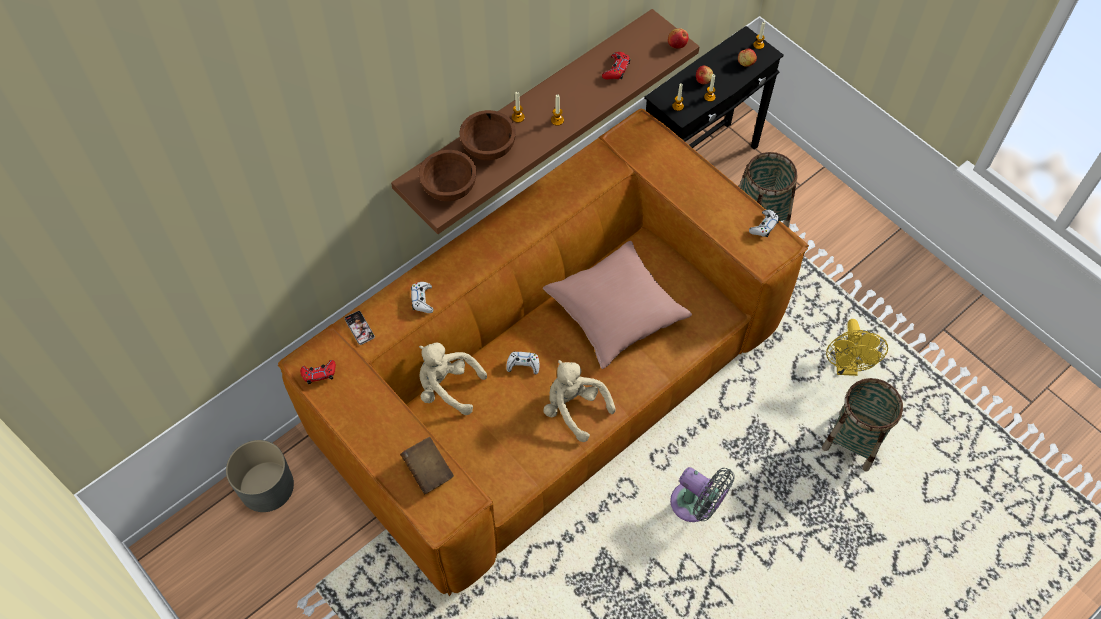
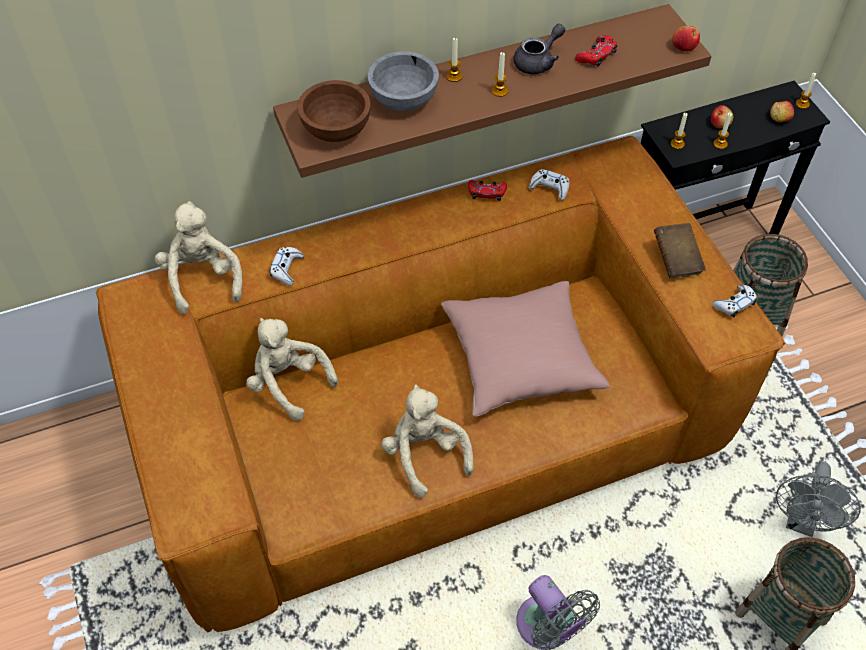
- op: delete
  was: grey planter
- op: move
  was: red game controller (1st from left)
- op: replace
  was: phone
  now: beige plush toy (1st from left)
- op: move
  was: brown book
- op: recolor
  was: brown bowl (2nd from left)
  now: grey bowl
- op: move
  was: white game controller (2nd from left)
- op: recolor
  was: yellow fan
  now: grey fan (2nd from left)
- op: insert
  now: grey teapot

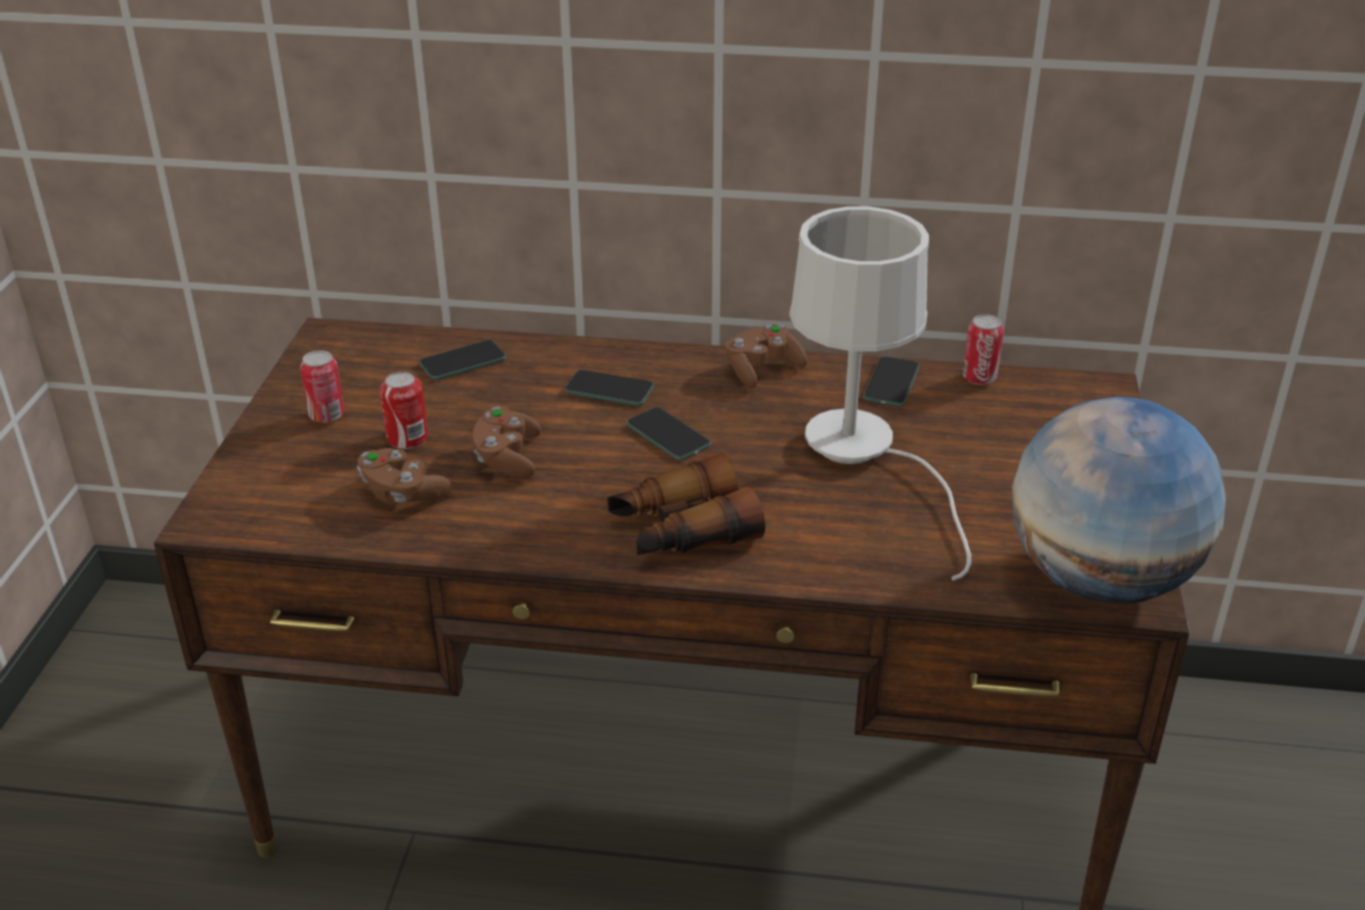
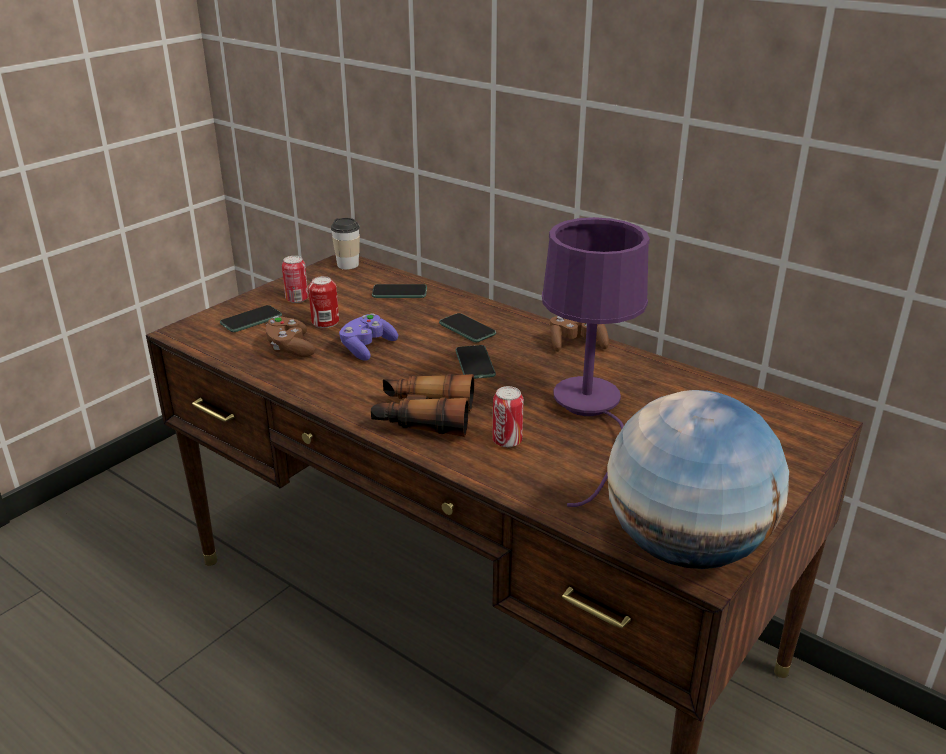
- op: recolor
  was: brown game controller (2nd from left)
  now: purple game controller
- op: recolor
  was: white table lamp
  now: purple table lamp
- op: move
  was: phone (4th from left in the first image)
  now: phone (1st from left)
- op: move
  was: can (3rd from left)
- op: insert
  now: cup

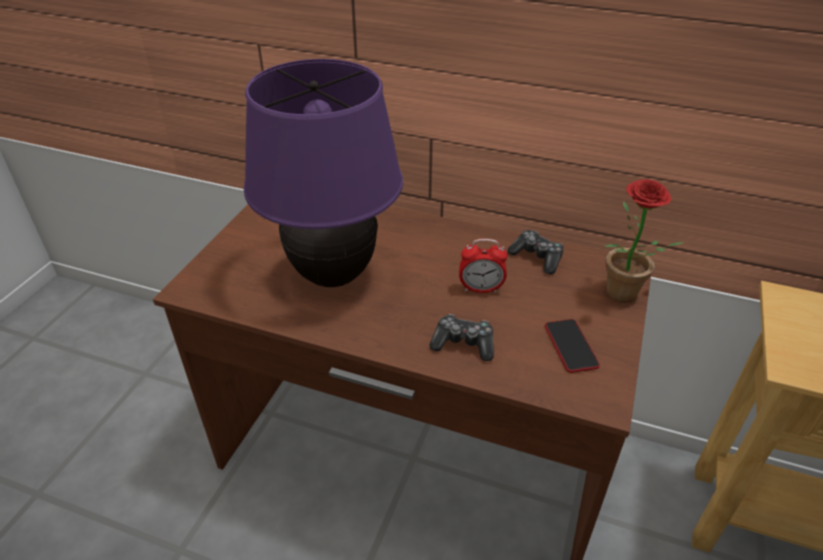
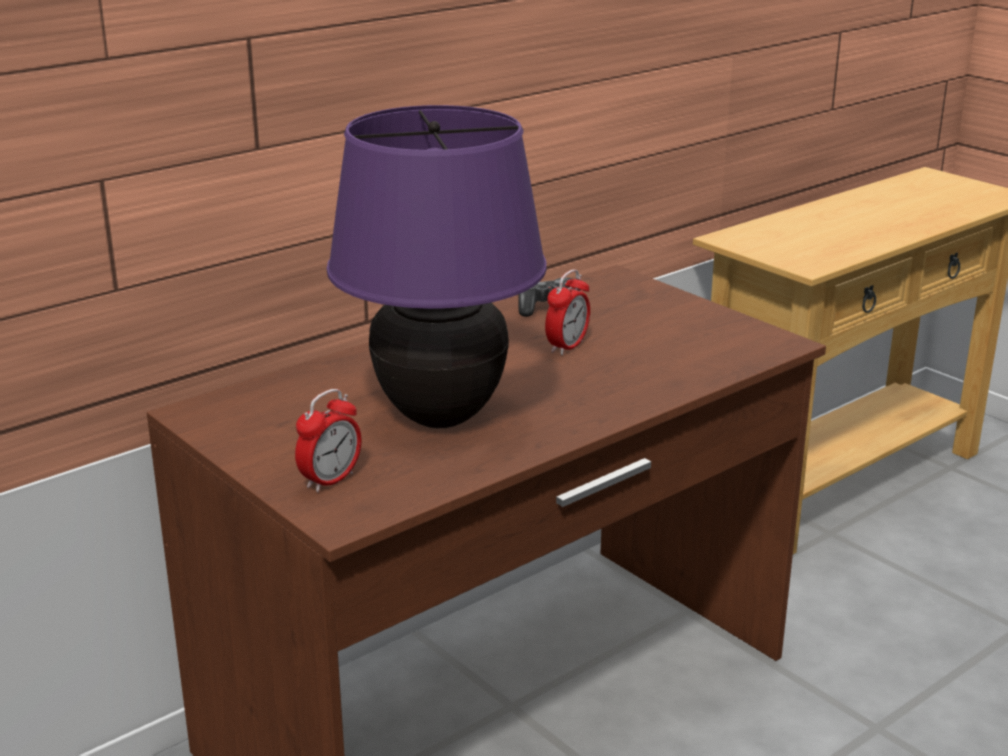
- op: delete
  was: game controller (1st from left)
- op: delete
  was: phone
- op: delete
  was: potted plant
- op: insert
  now: alarm clock (1st from left)

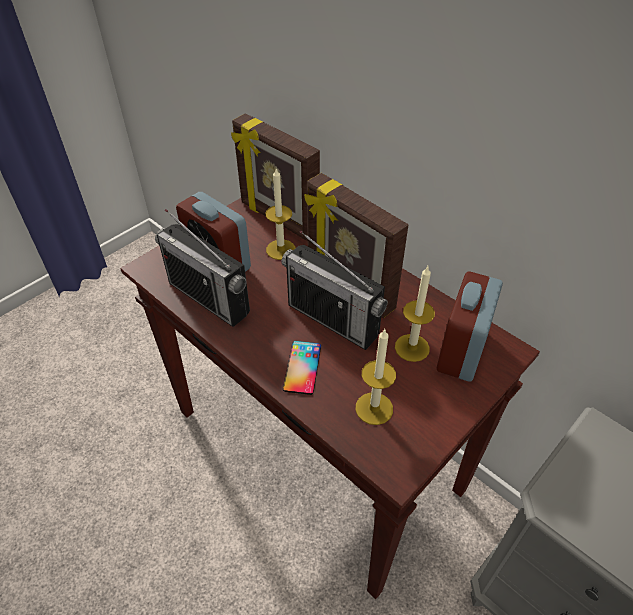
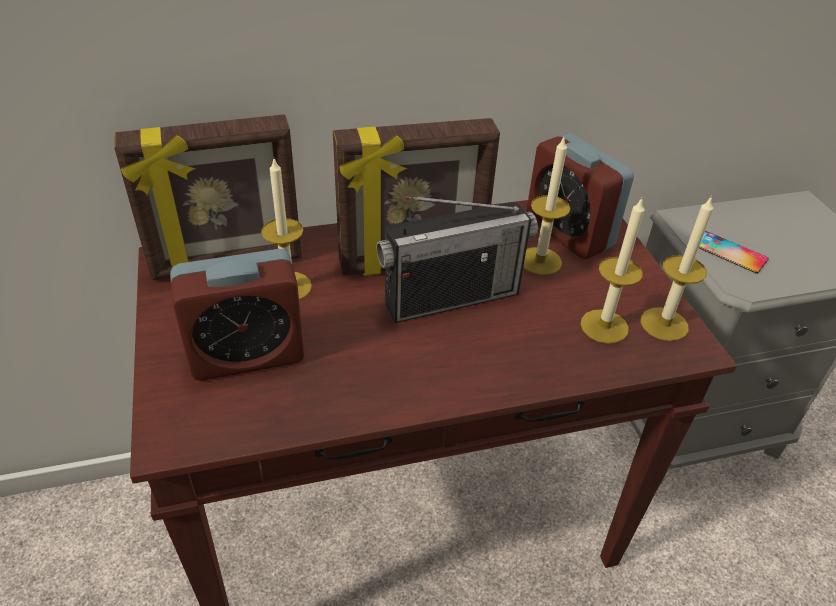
- op: delete
  was: radio (1st from left)
- op: move
  was: phone
- op: insert
  now: candle (4th from left)

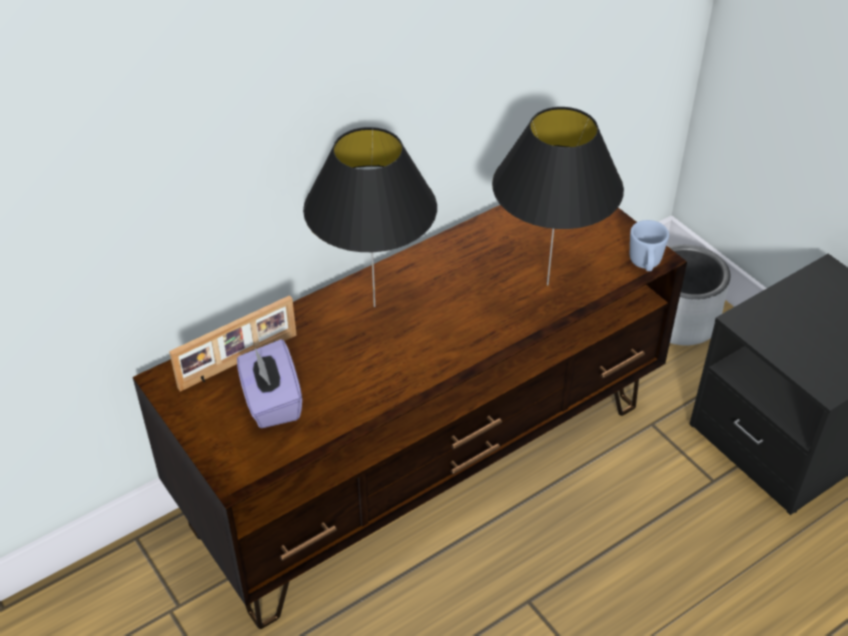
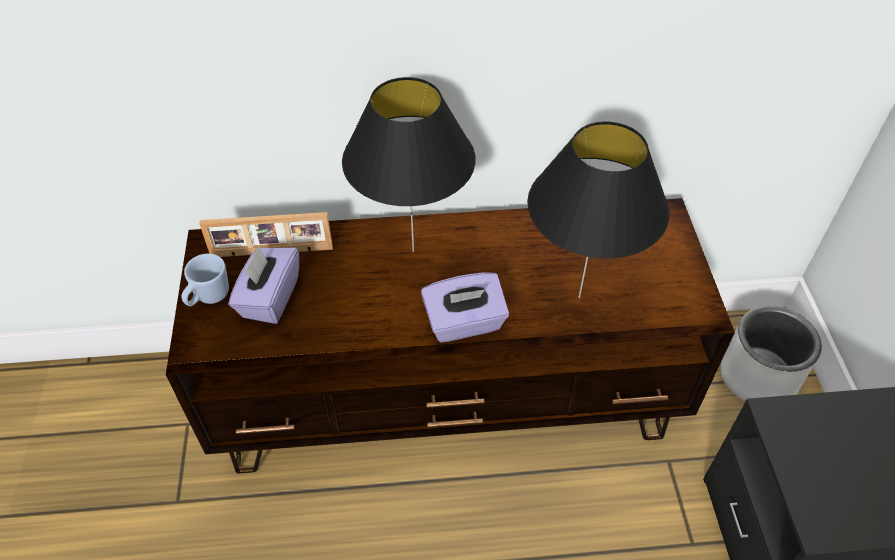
- op: move
  was: blue mug
- op: insert
  now: purple tissue box (2nd from left)

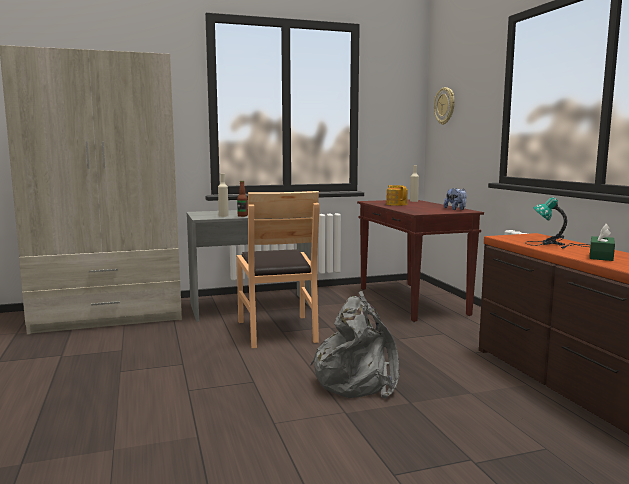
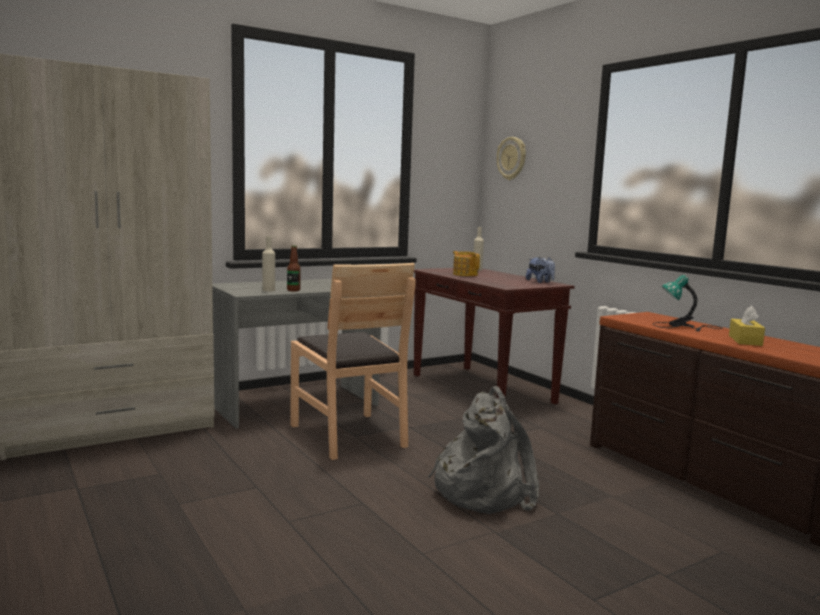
- op: recolor
  was: green tissue box
  now: yellow tissue box

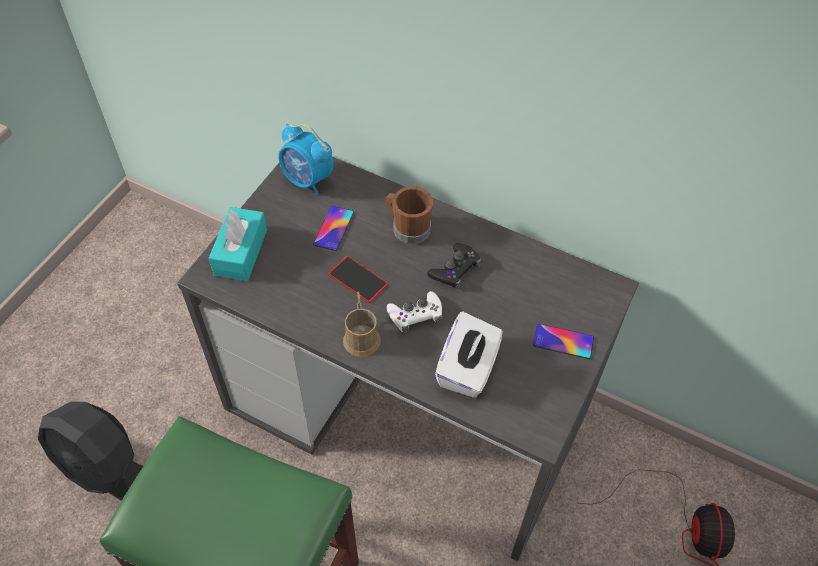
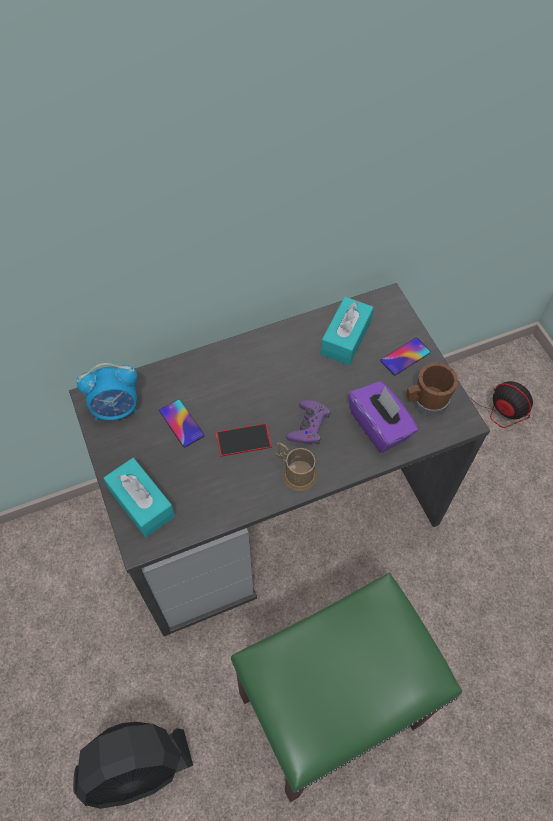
- op: move
  was: brown mug (2nd from left)
- op: recolor
  was: white game controller
  now: purple game controller
- op: delete
  was: black game controller
- op: recolor
  was: white tissue box
  now: purple tissue box
- op: insert
  now: turquoise tissue box (2nd from left)

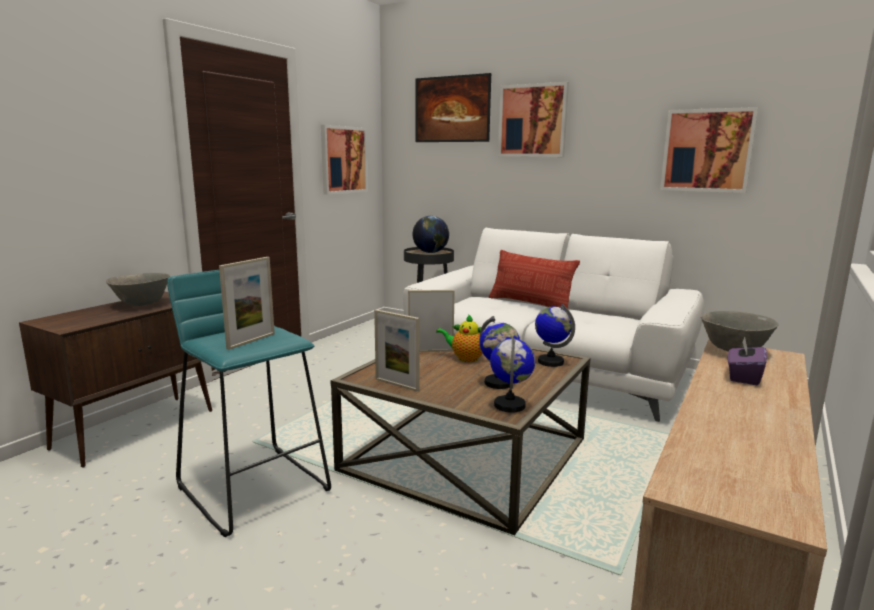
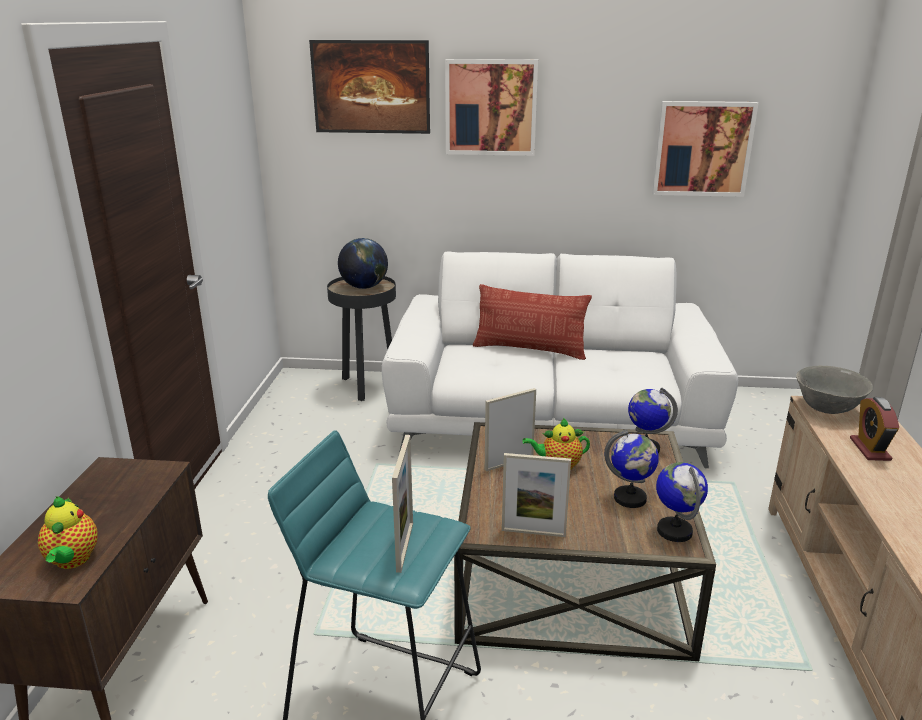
- op: delete
  was: grey bowl (1st from left)
- op: delete
  was: picture (1st from left)
- op: replace
  was: purple tissue box
  now: alarm clock
- op: insert
  now: teapot (1st from left)

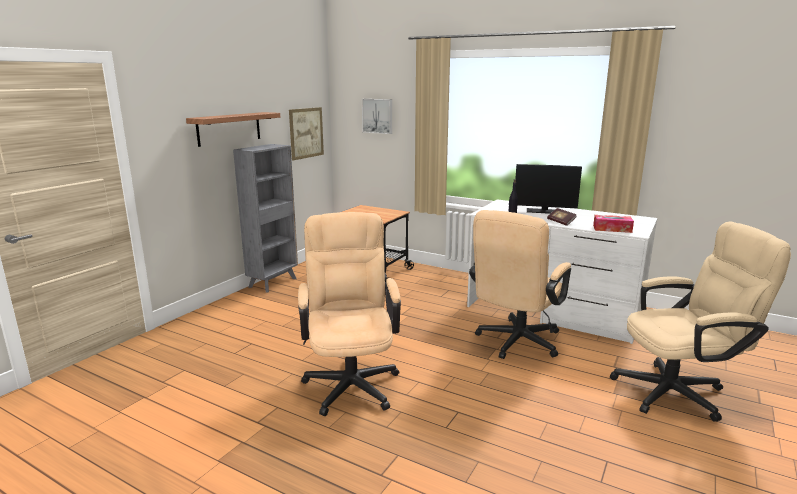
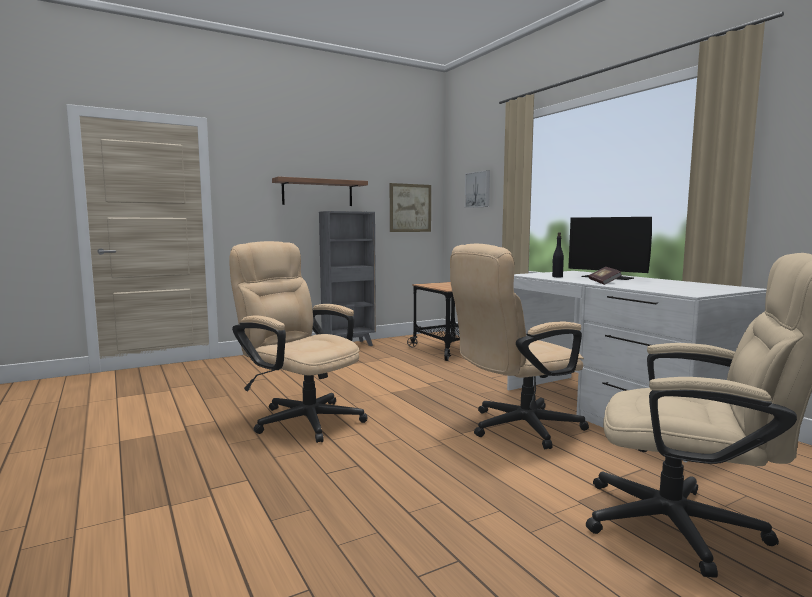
- op: rotate
  was: beige office chair (1st from left)
  clockwise: -75
- op: delete
  was: tissue box

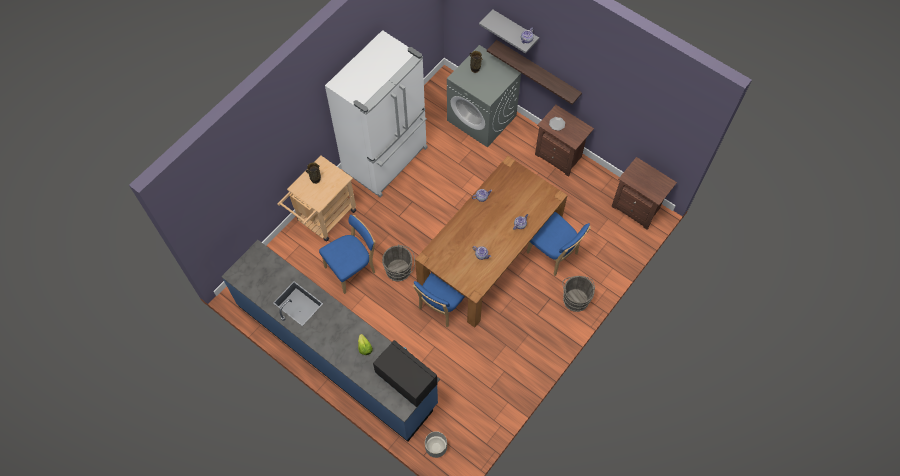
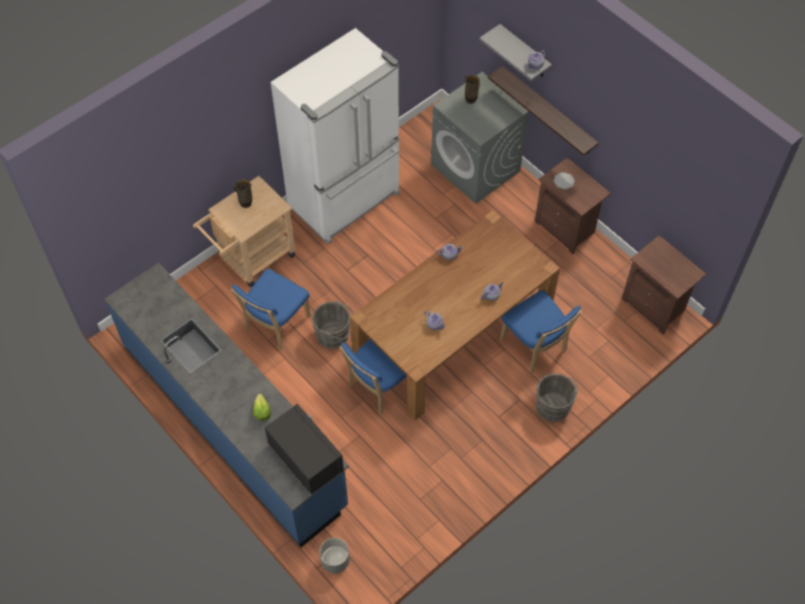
- op: rotate
  was: blue chair (1st from left)
  clockwise: 150

